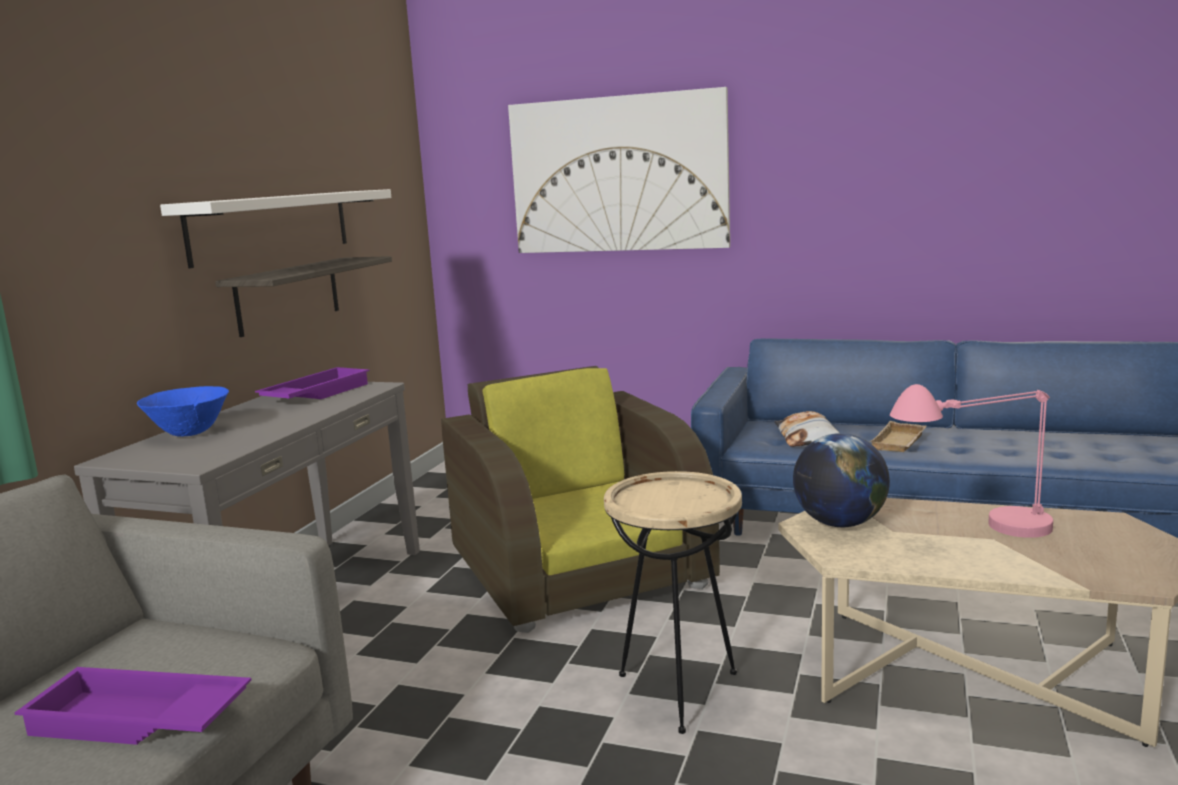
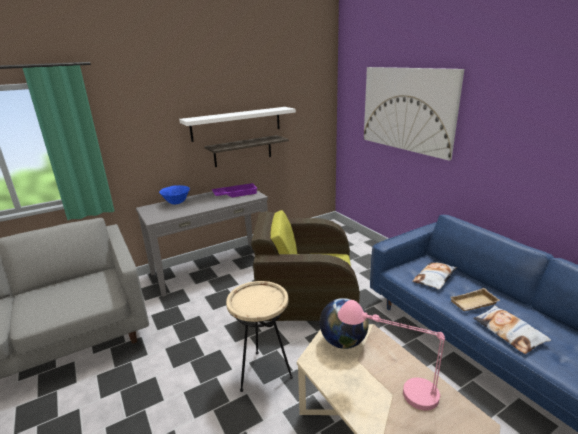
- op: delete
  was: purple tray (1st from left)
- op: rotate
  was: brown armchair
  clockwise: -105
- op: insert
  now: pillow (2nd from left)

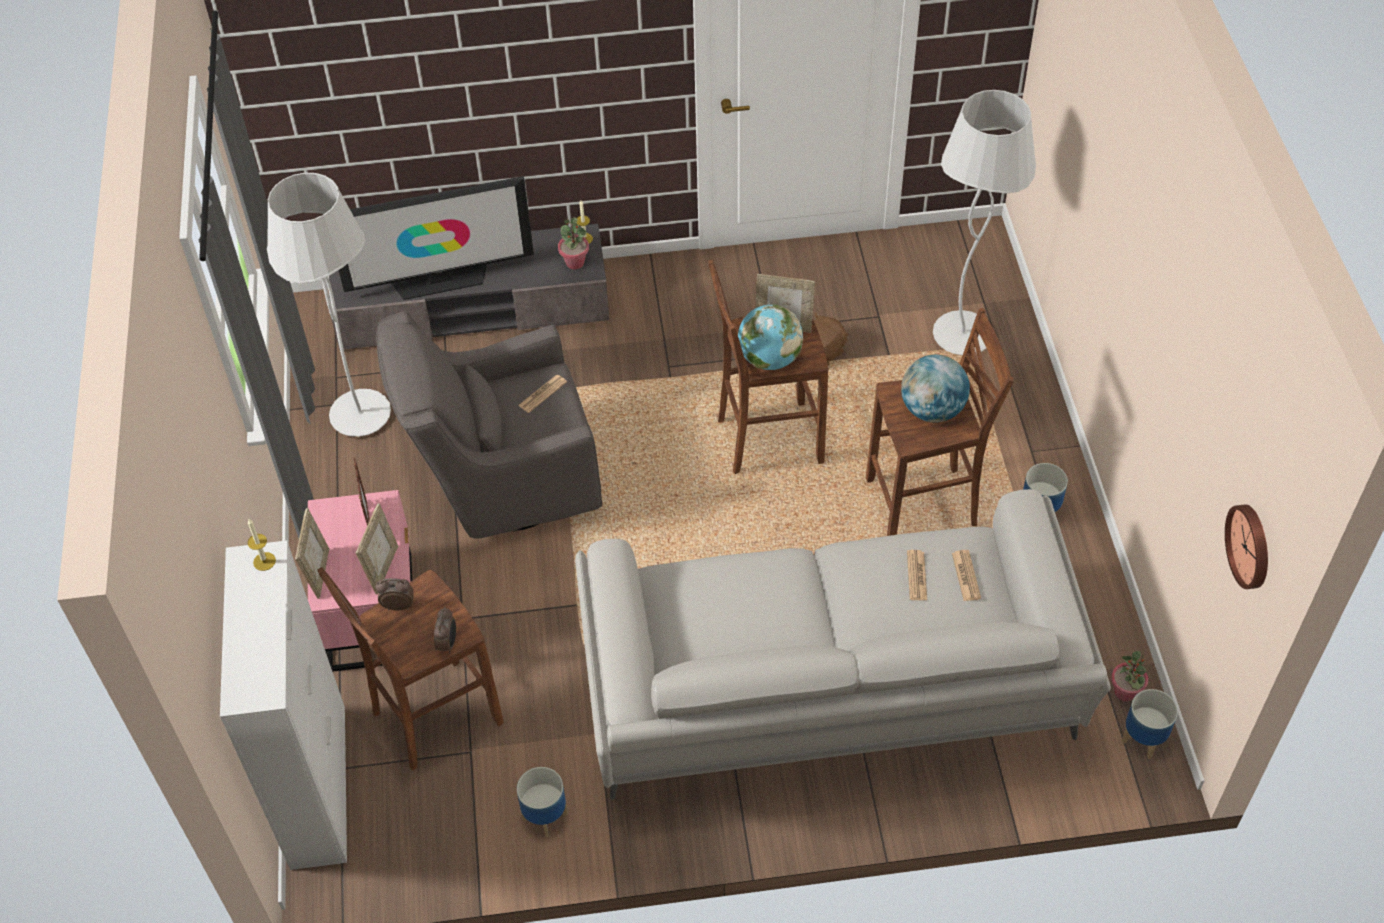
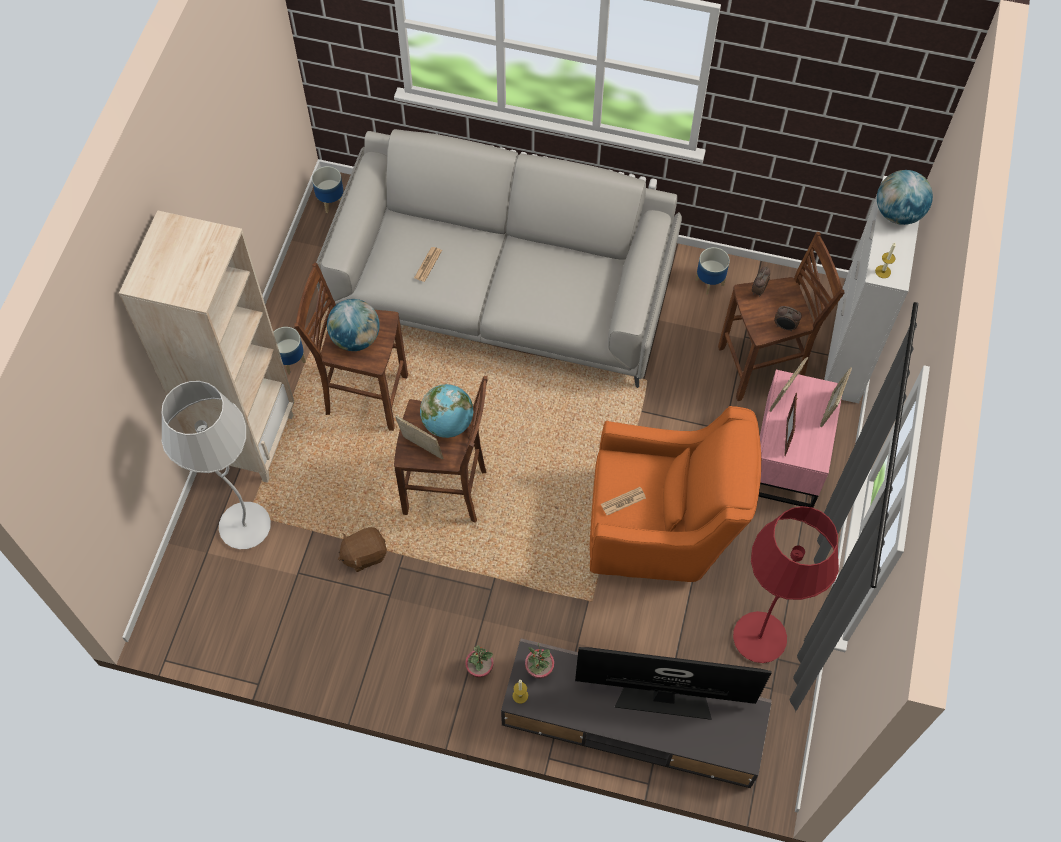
- op: recolor
  was: white floor lamp (1st from left)
  now: red floor lamp
- op: recolor
  was: grey armchair
  now: orange armchair
- op: delete
  was: newspaper (3rd from left)
- op: move
  was: potted plant (2nd from left in the first image)
  now: potted plant (1st from left)
- op: delete
  was: wall clock
- op: insert
  now: beige bookcase
- op: insert
  now: globe (3rd from left)

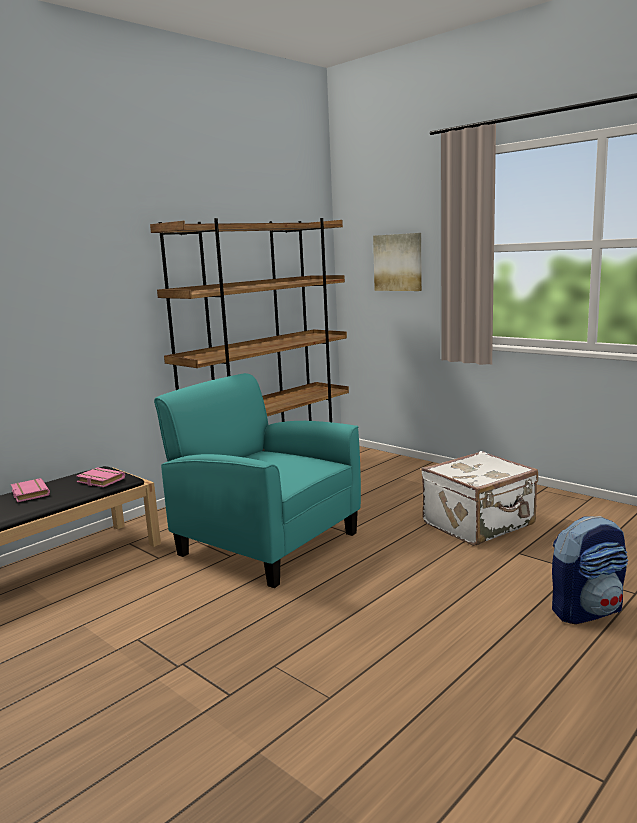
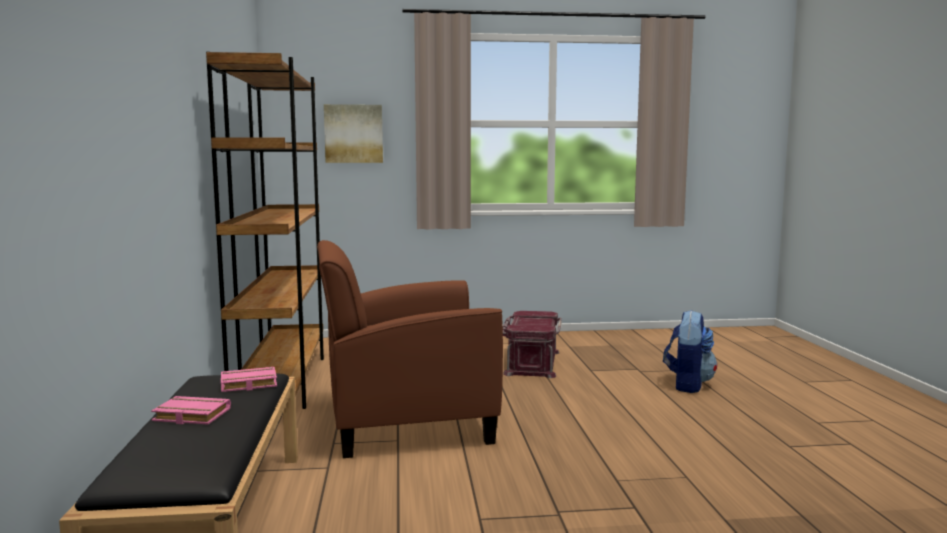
- op: recolor
  was: turquoise armchair
  now: brown armchair
- op: replace
  was: white suitcase
  now: red storage box

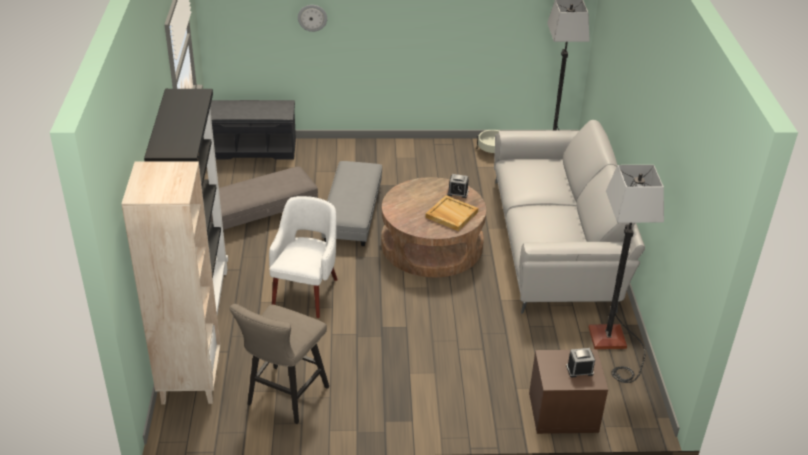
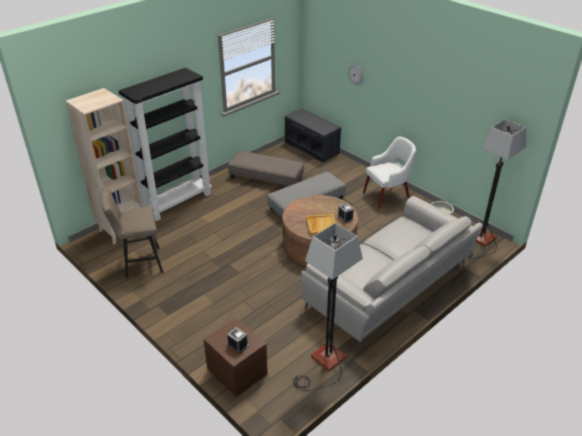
- op: move
  was: white armchair

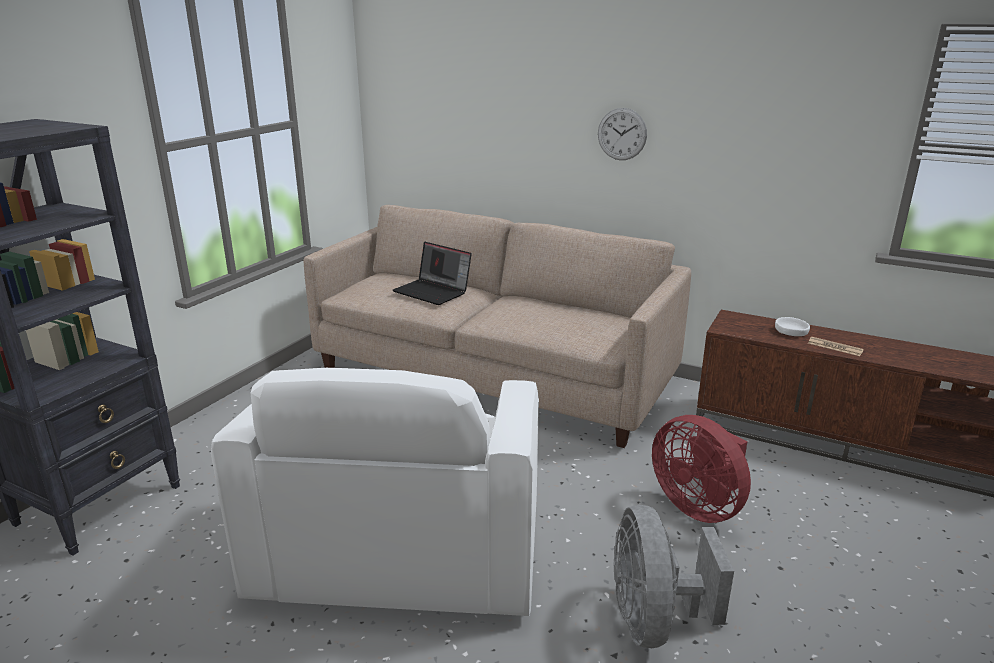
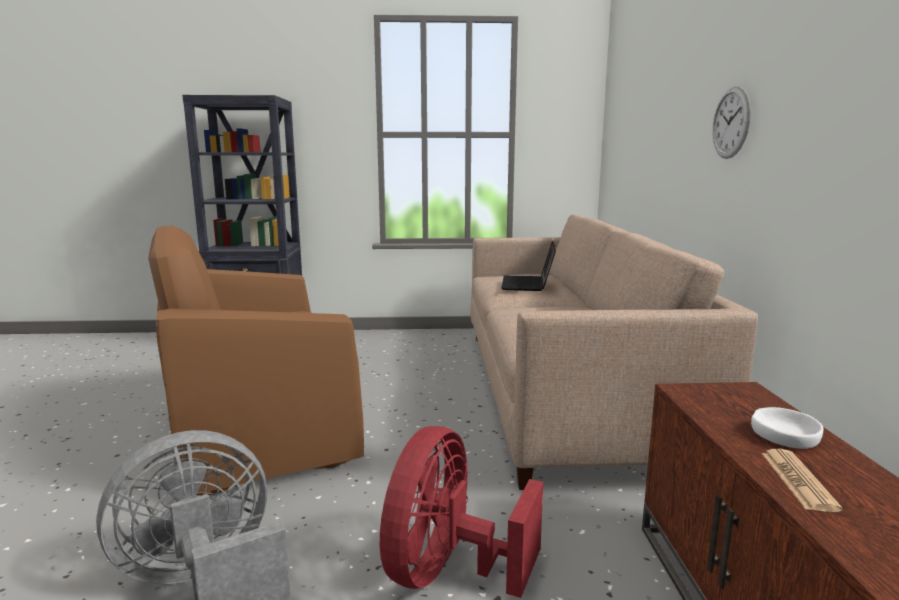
- op: recolor
  was: white armchair
  now: brown armchair

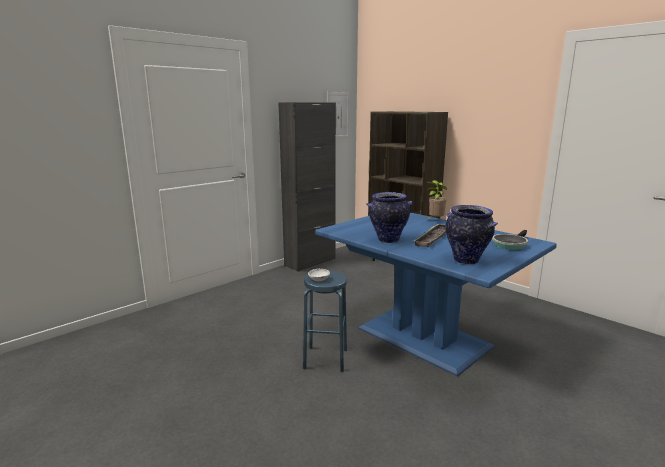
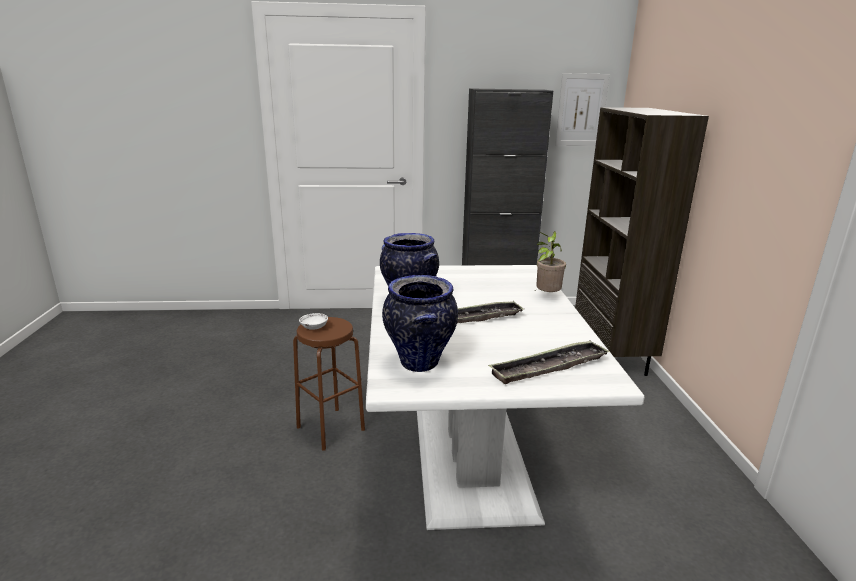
- op: recolor
  was: blue stool
  now: brown stool
- op: recolor
  was: blue dining table
  now: white dining table
- op: replace
  was: frying pan
  now: tray (2nd from left)

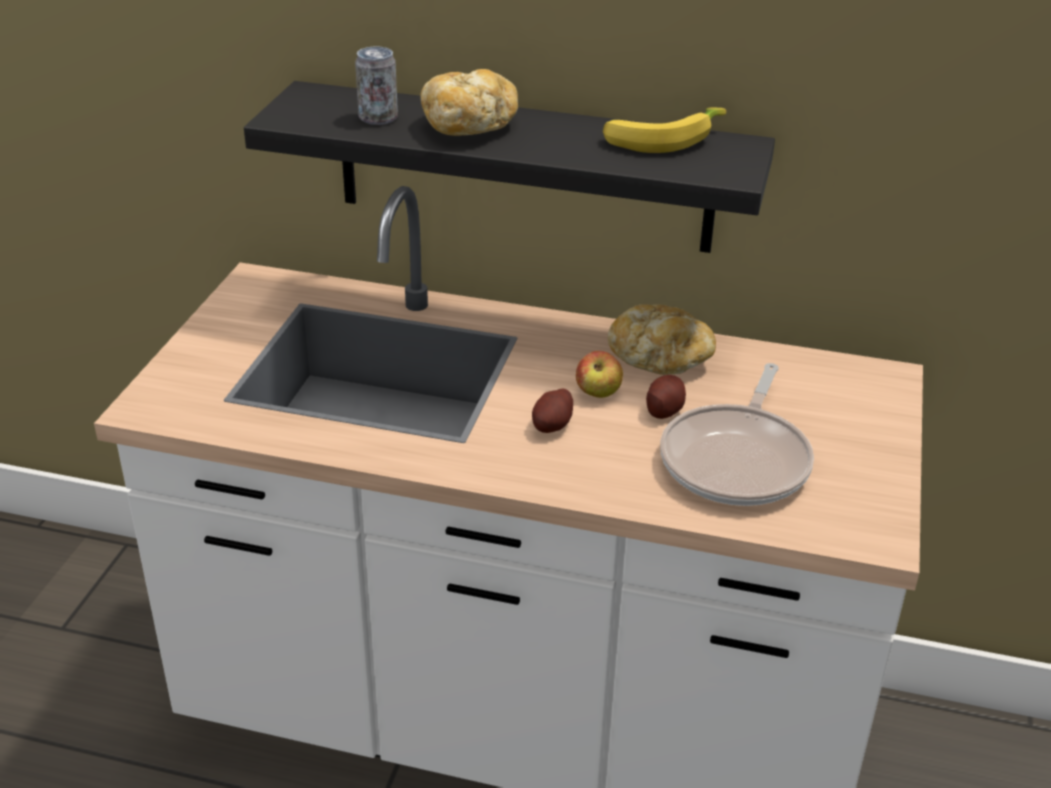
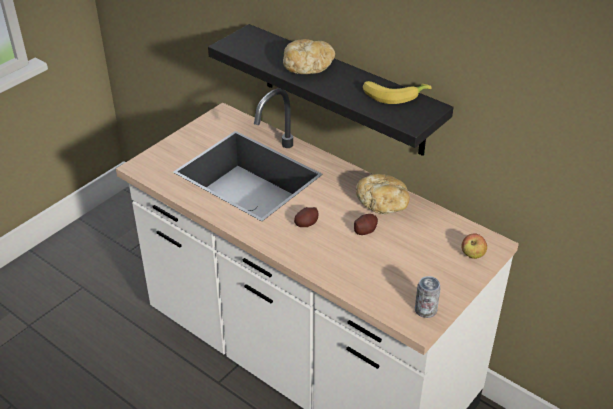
- op: move
  was: can
- op: move
  was: apple
- op: delete
  was: frying pan

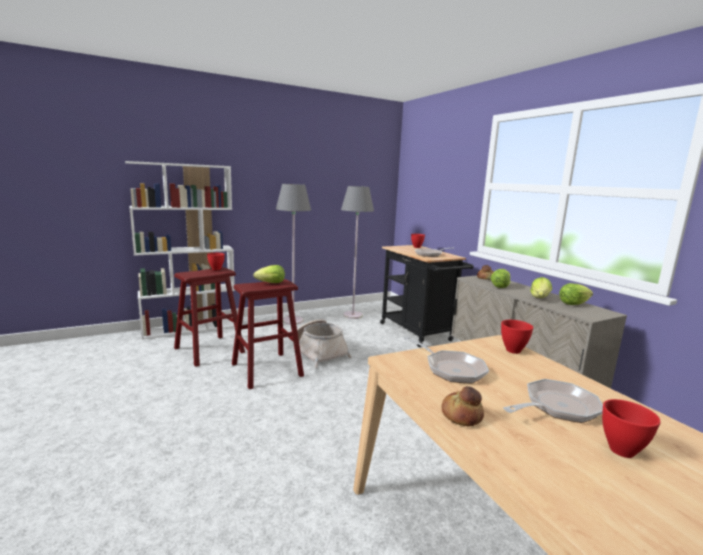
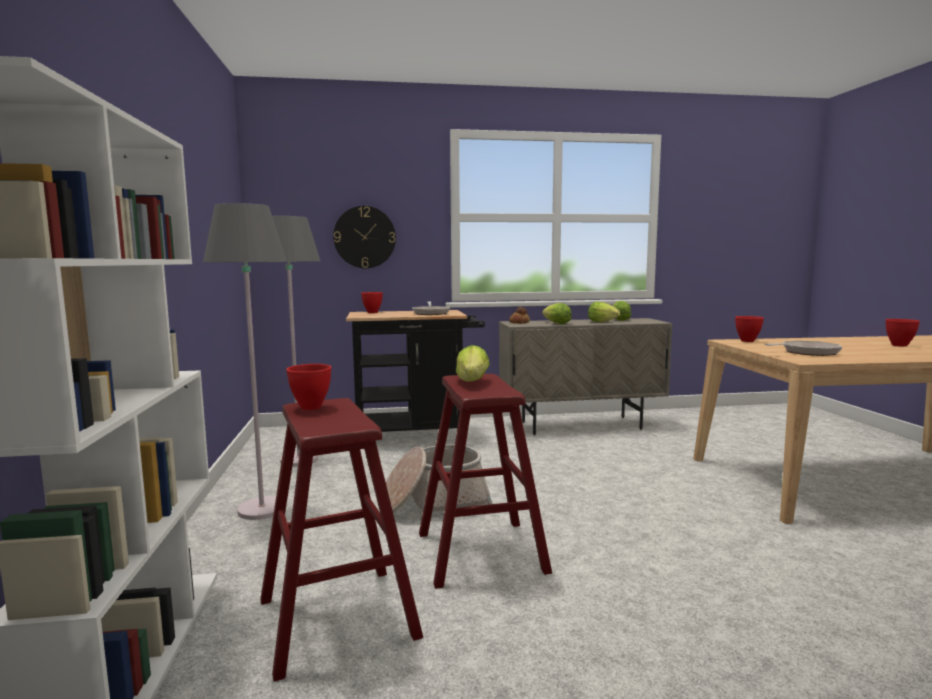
- op: delete
  was: bread (1st from left)
- op: delete
  was: frying pan (3rd from left)
- op: insert
  now: wall clock

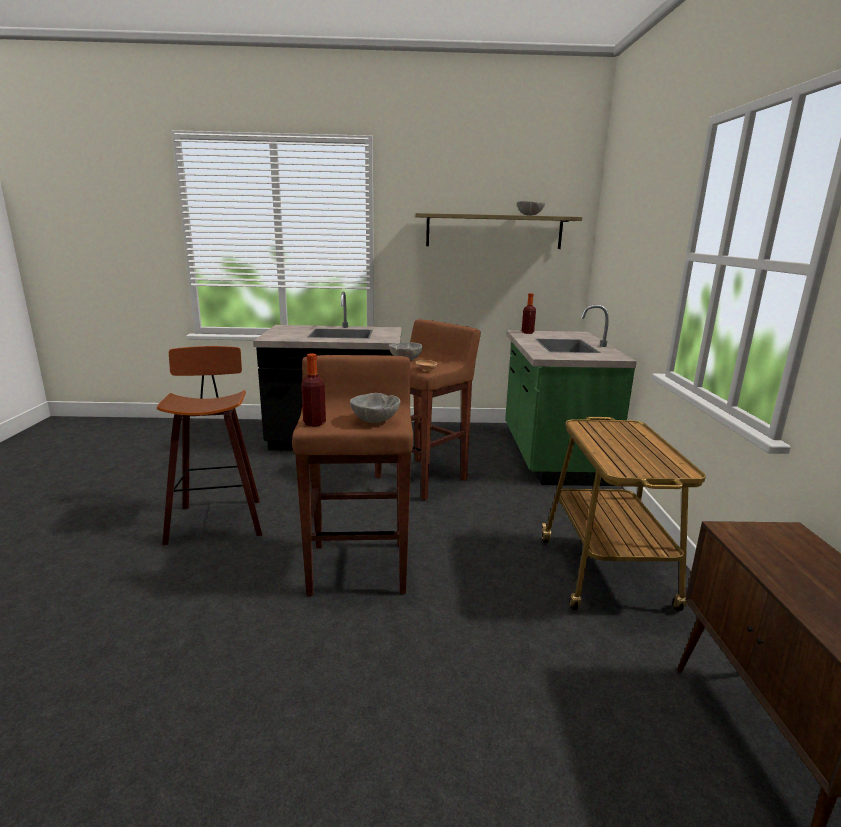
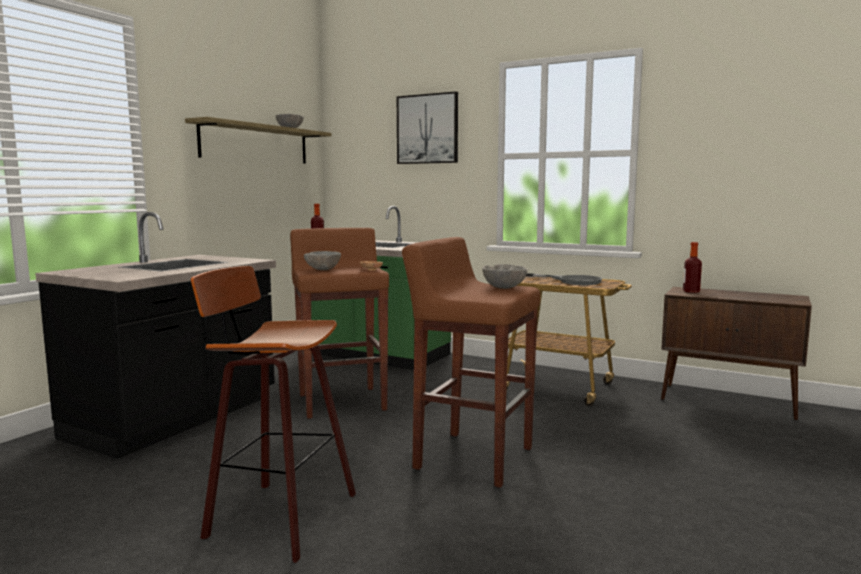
- op: move
  was: bottle (1st from left in the first image)
  now: bottle (2nd from left)
- op: insert
  now: picture
- op: insert
  now: grey frying pan

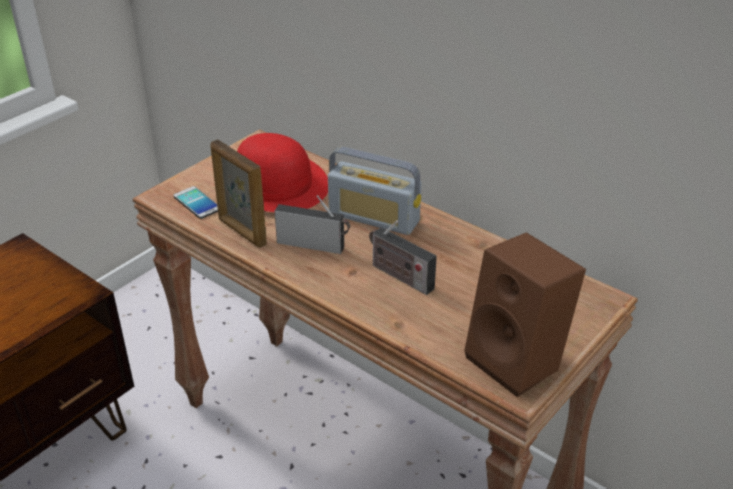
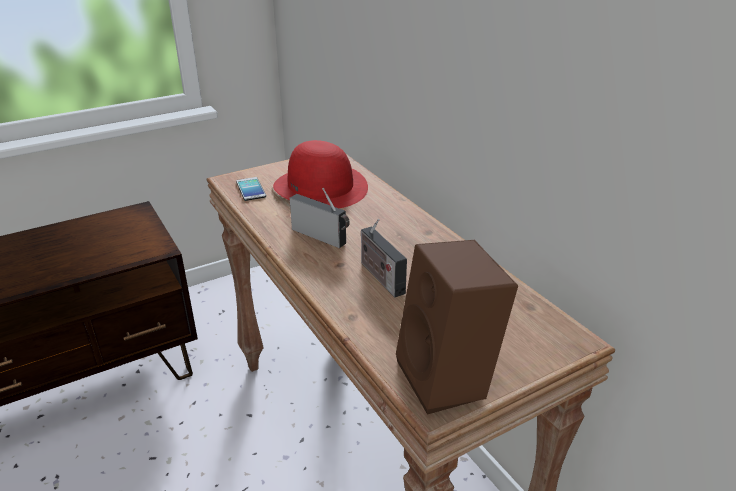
- op: delete
  was: picture frame
- op: delete
  was: radio (2nd from left)

